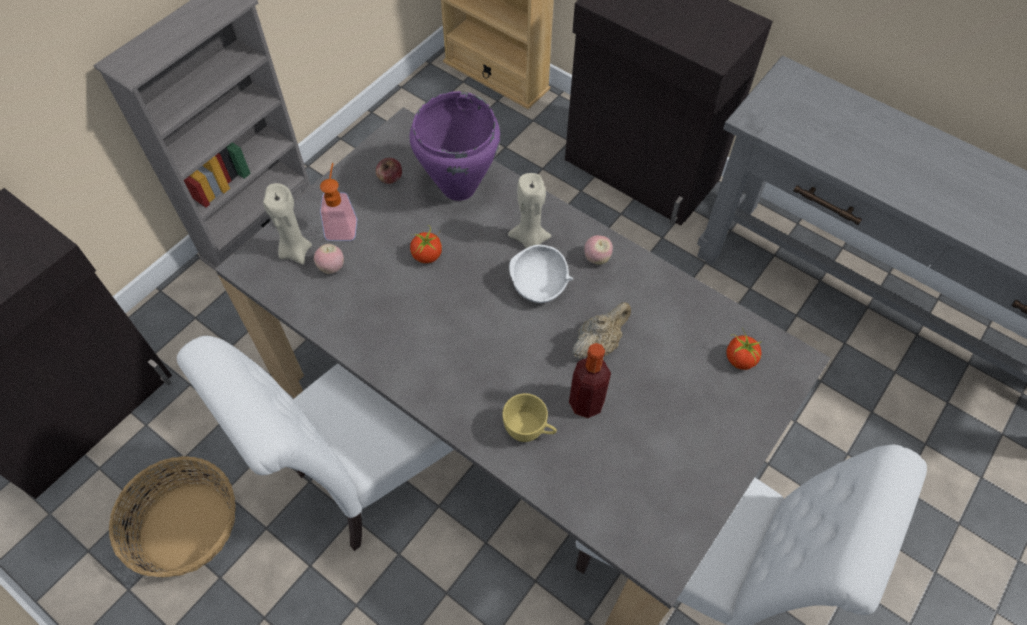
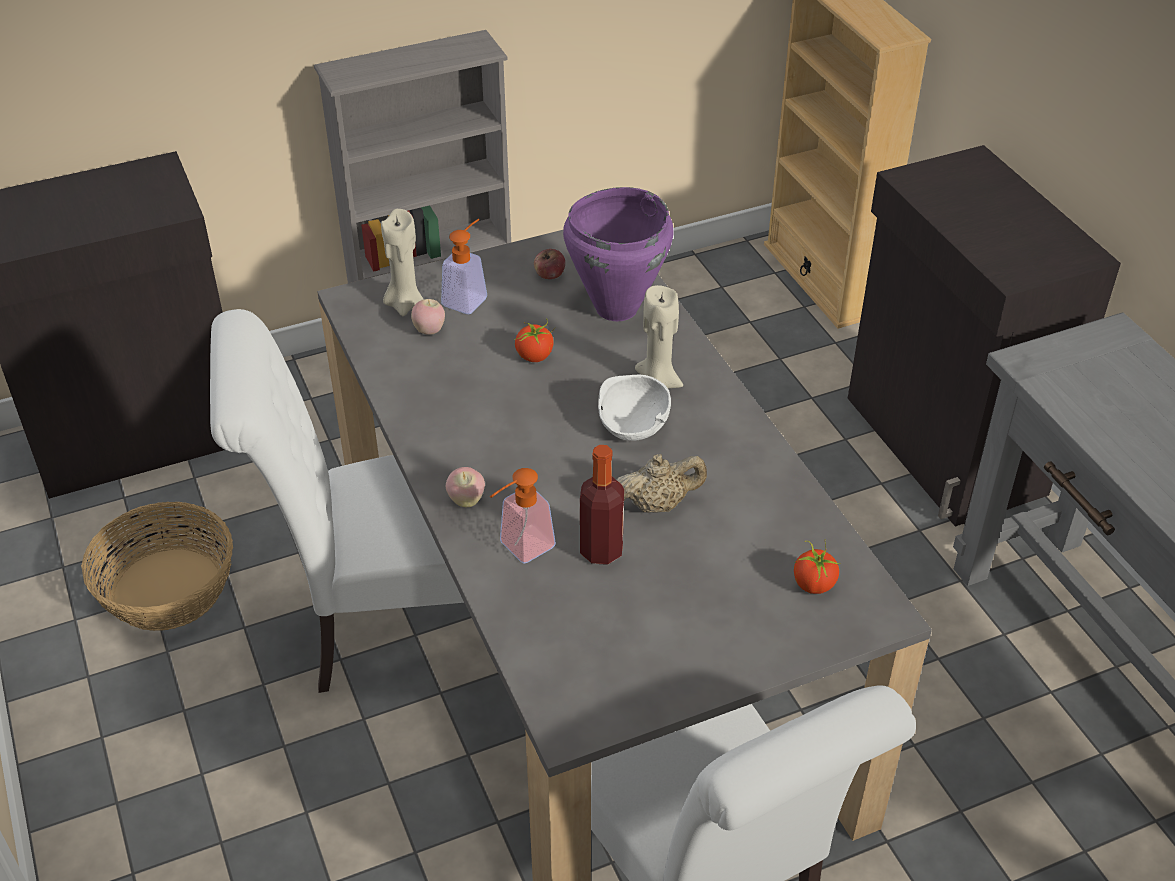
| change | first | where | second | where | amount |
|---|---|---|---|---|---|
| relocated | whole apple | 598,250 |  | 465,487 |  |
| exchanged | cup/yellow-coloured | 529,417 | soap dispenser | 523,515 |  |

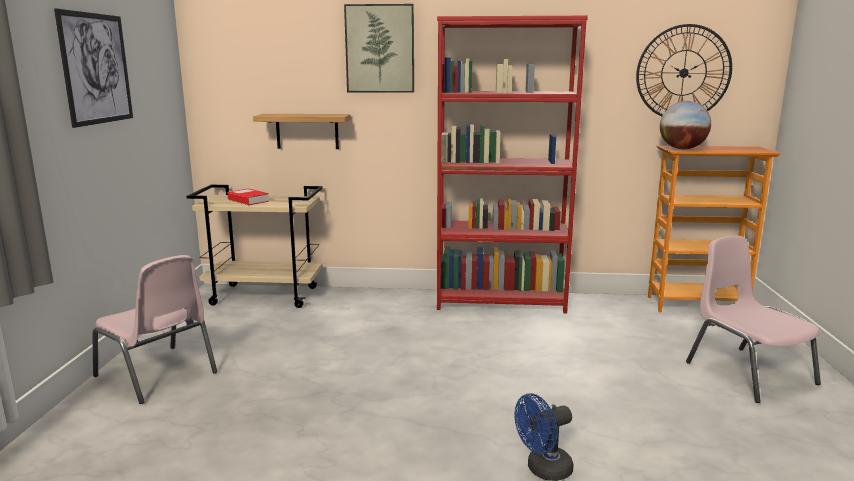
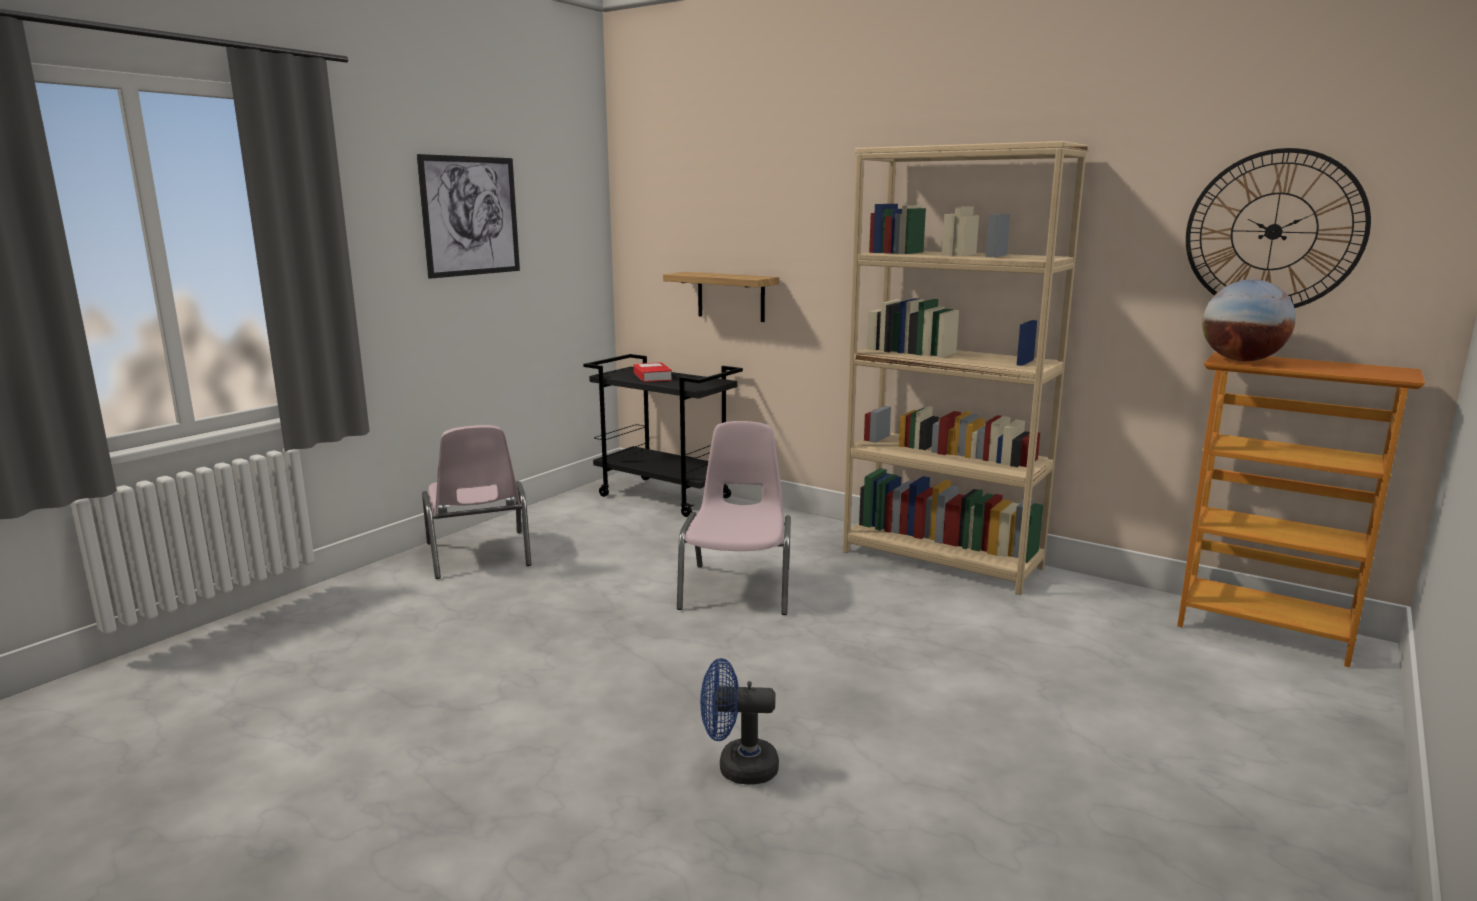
| change | first | where | second | where | amount |
|---|---|---|---|---|---|
| colour | wheeled cart/sand-coloured | 255,246 | wheeled cart/blackish | 663,435 |  |
| relocated | chair/pinkish | 753,319 |  | 734,518 |  |
| colour | bookshelf/reddish | 512,165 | bookshelf/sand-coloured | 965,368 |  |
| missing | wall art | 379,48 |  |  |  |

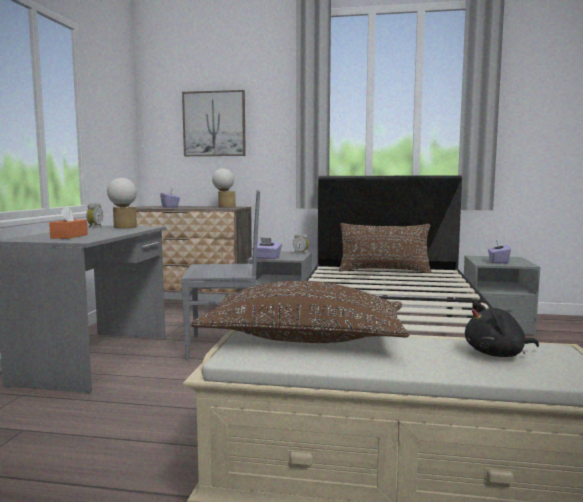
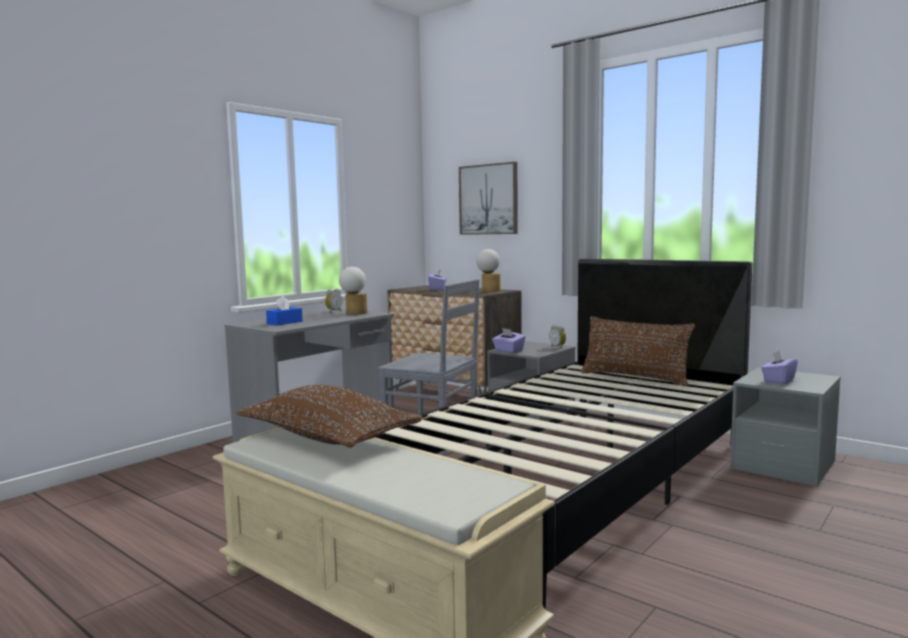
| change | first | where | second | where | amount |
|---|---|---|---|---|---|
| colour | tissue holder/orangey | 68,222 | tissue holder/blue-coloured | 284,311 |  |
| missing | soft toy/blackish | 502,329 |  |  |  |

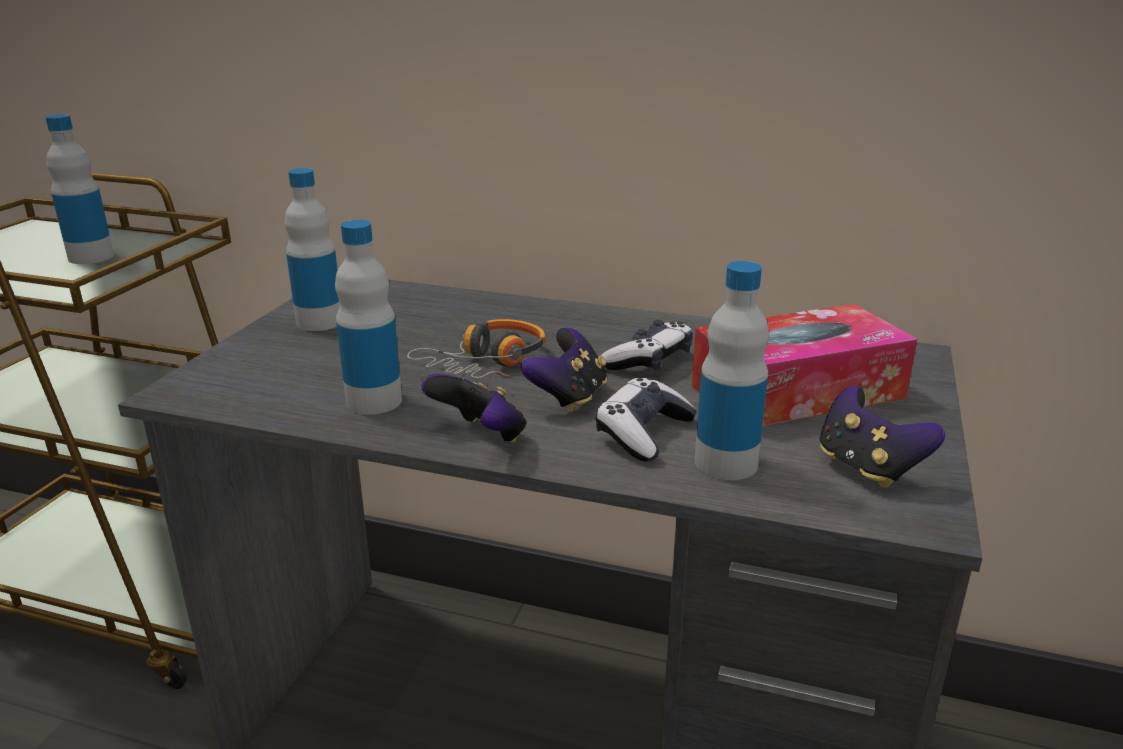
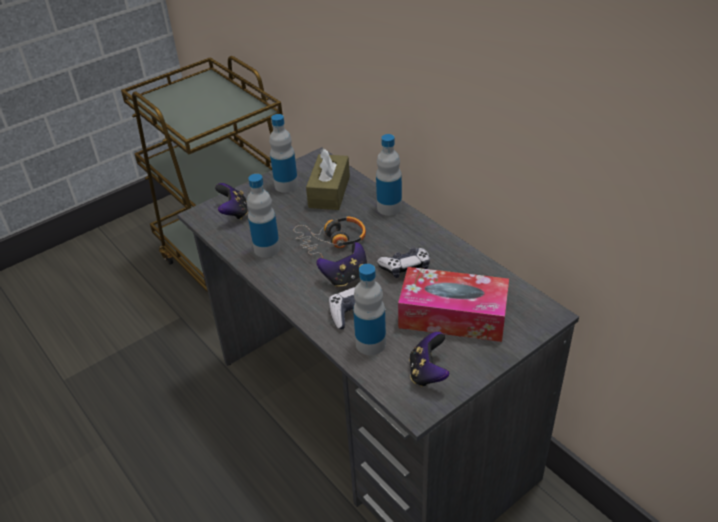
| change | first | where | second | where | amount |
|---|---|---|---|---|---|
| relocated | joypad | 474,408 |  | 231,201 |  |
| appeared |  |  | tissue holder/brownish | 328,179 |  |
| relocated | drink bottle | 79,189 |  | 389,175 |  |

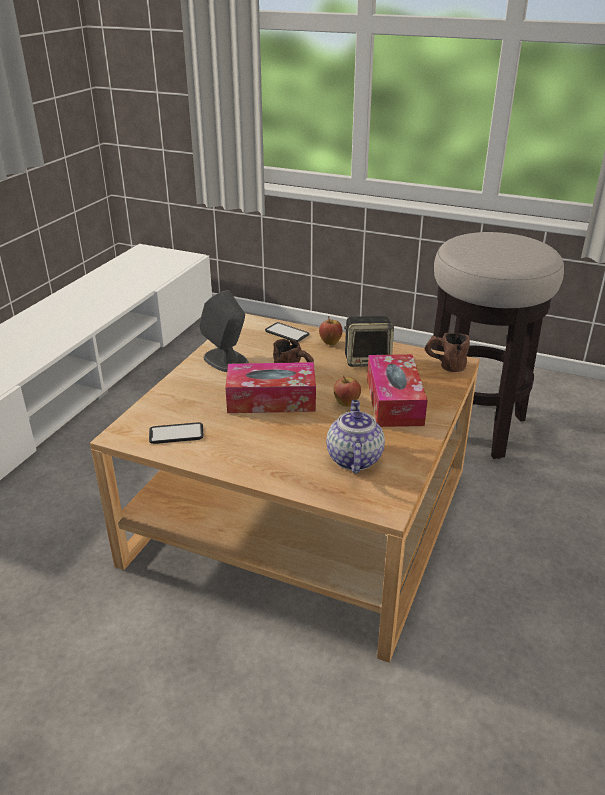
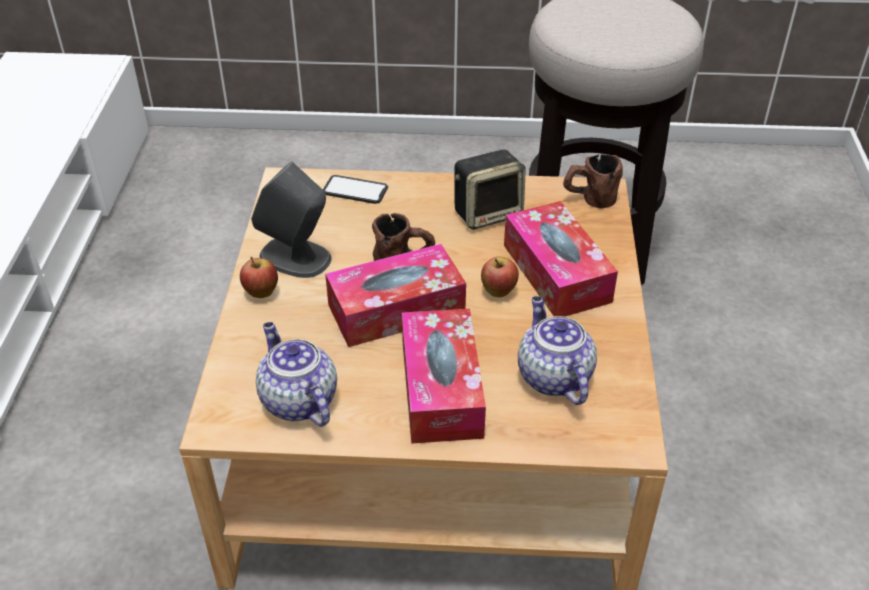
| change | first | where | second | where | amount |
|---|---|---|---|---|---|
| relocated | whole apple | 331,330 |  | 259,277 |  |
| exchanged | handset | 176,433 | pot for tea | 296,374 |  |
| appeared |  |  | tissue holder | 444,376 |  |

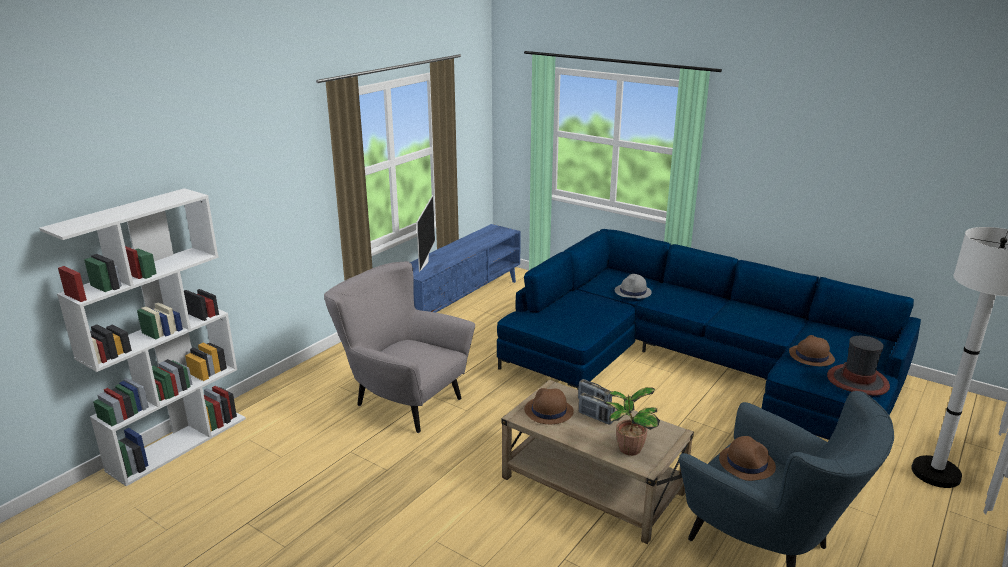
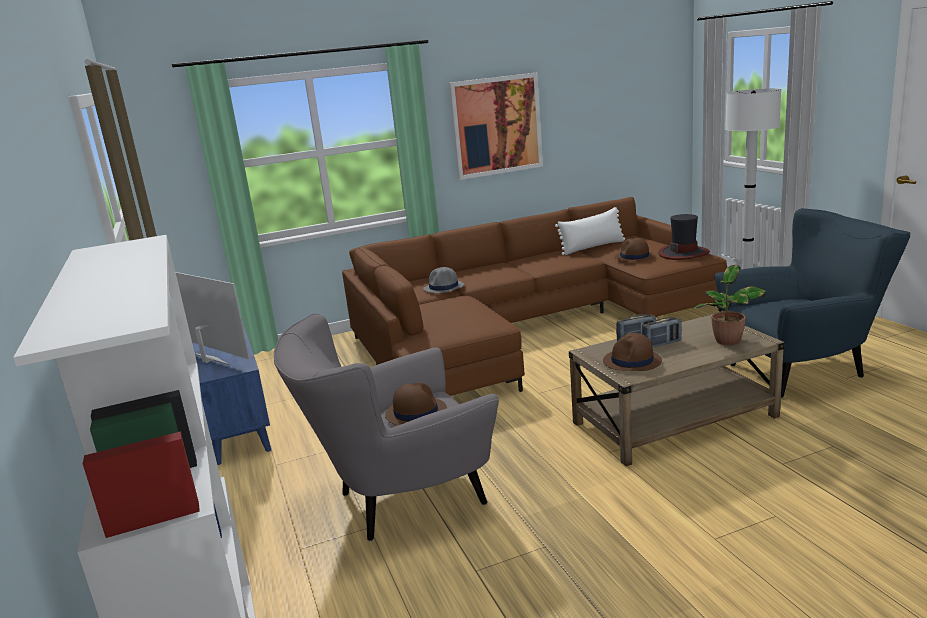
| change | first | where | second | where | amount |
|---|---|---|---|---|---|
| colour | settee/blue-coloured | 709,334 | settee/brownish | 534,296 |  |
| relocated | hat/brownish | 747,458 |  | 416,404 |  |
| appeared |  |  | wall art | 496,126 |  |
| appeared |  |  | throw pillow/white | 590,231 |  |

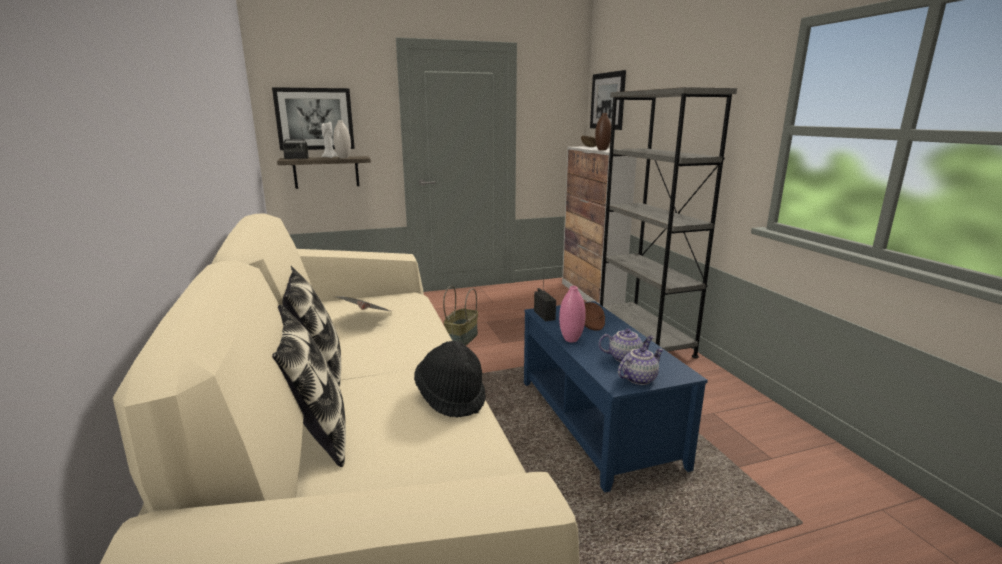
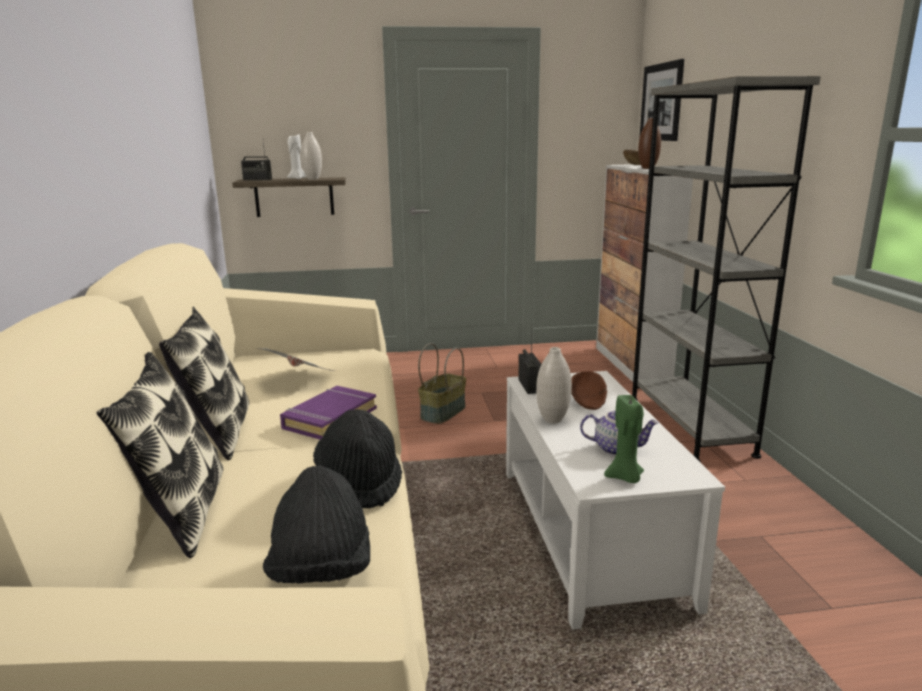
| change | first | where | second | where | amount |
|---|---|---|---|---|---|
| appeared |  |  | hat/blackish | 316,524 |  |
| appeared |  |  | book/purple-coloured | 328,413 |  |
| colour | coffee table/blue-coloured | 616,397 | coffee table/white | 615,500 |  |
| colour | vase/pinkish | 572,314 | vase/white | 554,385 |  |
| exchanged | pot for tea | 640,366 | candle/greenish | 624,439 |  |
| missing | wall art | 313,118 |  |  |  |

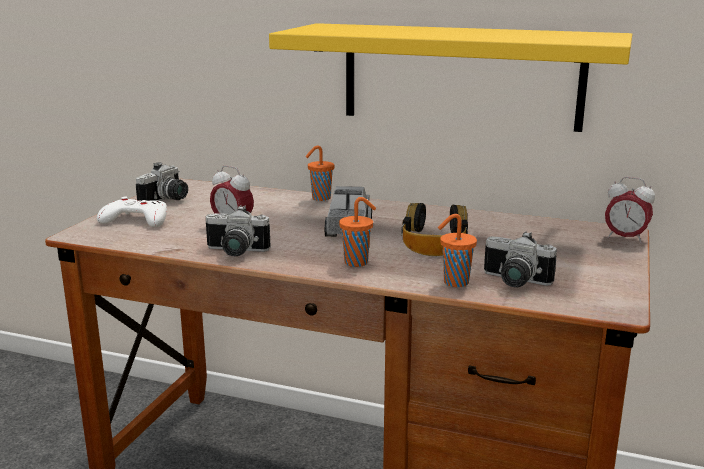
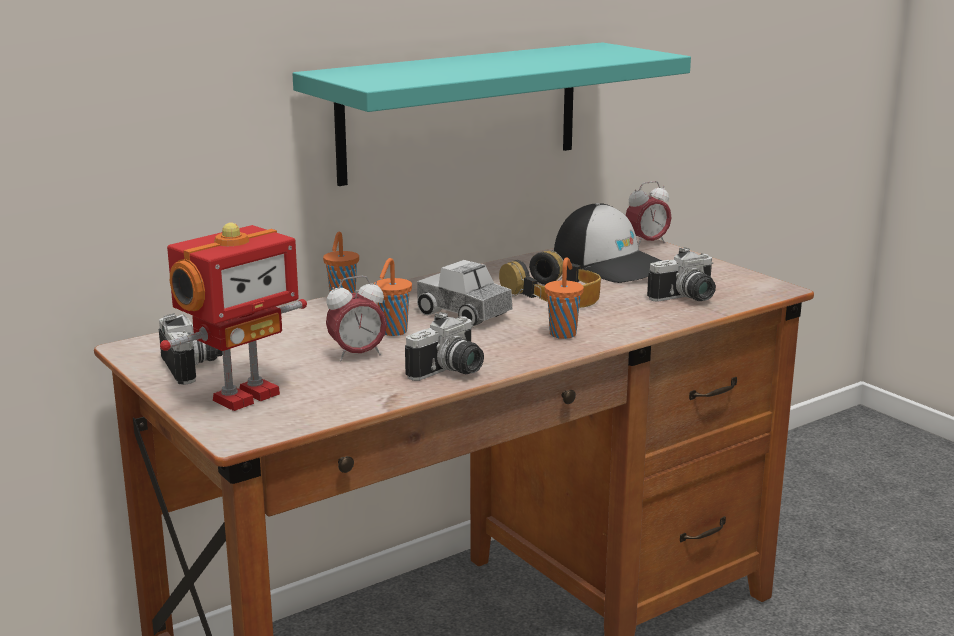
| change | first | where | second | where | amount |
|---|---|---|---|---|---|
| exchanged | joypad/white | 132,212 | robot figure | 233,316 |  |
| colour | bracket shelf/yellow-coloured | 450,77 | bracket shelf/turquoise-coloured | 491,114 |  |
| relocated | cup/orangey | 457,250 |  | 393,297 |  |
| appeared |  |  | cap | 608,243 |  |

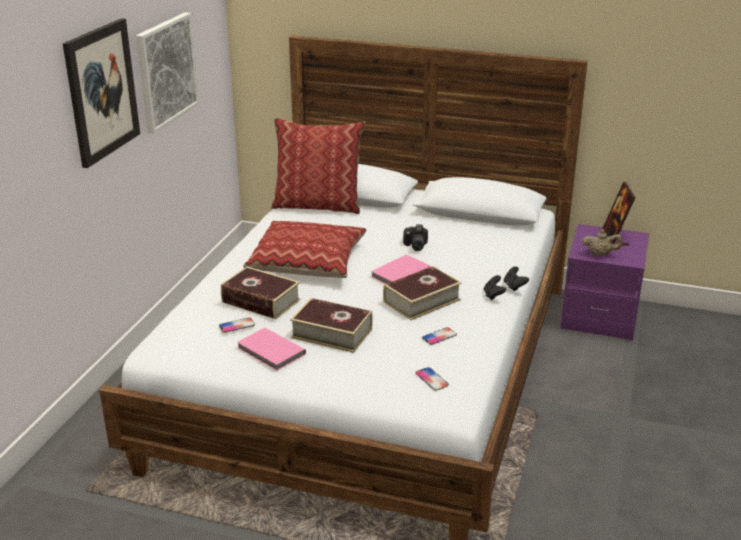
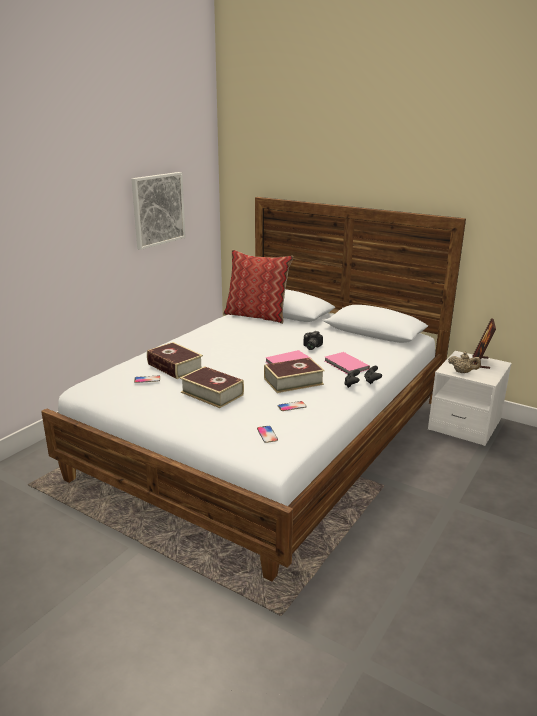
| change | first | where | second | where | amount |
|---|---|---|---|---|---|
| relocated | book/pinkish | 271,349 |  | 347,363 |  |
| colour | bedside table/purple-coloured | 604,282 | bedside table/white | 470,398 |  |
| missing | wall art | 101,93 |  |  |  |
| missing | throw pillow | 305,249 |  |  |  |

